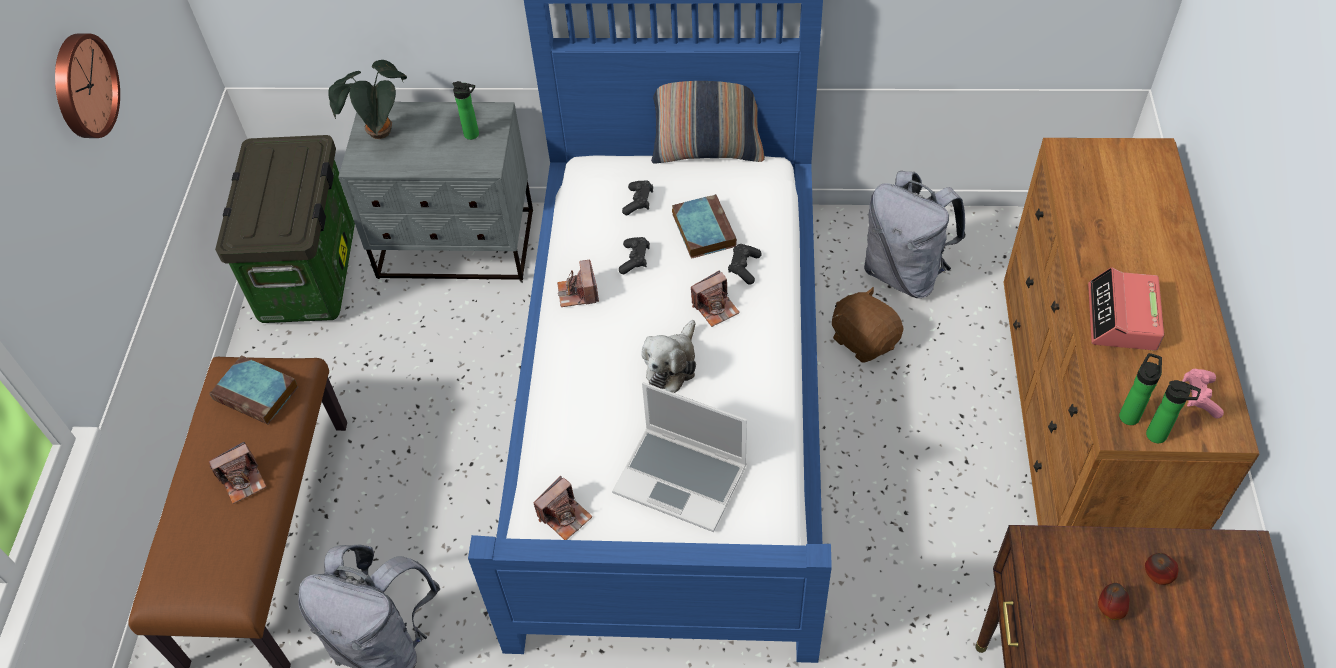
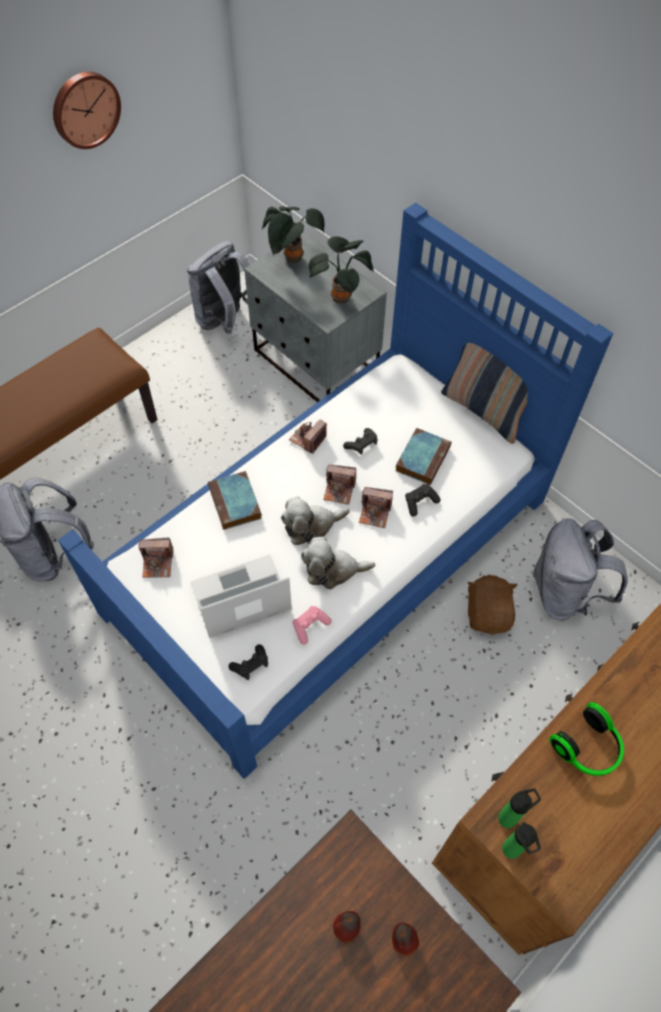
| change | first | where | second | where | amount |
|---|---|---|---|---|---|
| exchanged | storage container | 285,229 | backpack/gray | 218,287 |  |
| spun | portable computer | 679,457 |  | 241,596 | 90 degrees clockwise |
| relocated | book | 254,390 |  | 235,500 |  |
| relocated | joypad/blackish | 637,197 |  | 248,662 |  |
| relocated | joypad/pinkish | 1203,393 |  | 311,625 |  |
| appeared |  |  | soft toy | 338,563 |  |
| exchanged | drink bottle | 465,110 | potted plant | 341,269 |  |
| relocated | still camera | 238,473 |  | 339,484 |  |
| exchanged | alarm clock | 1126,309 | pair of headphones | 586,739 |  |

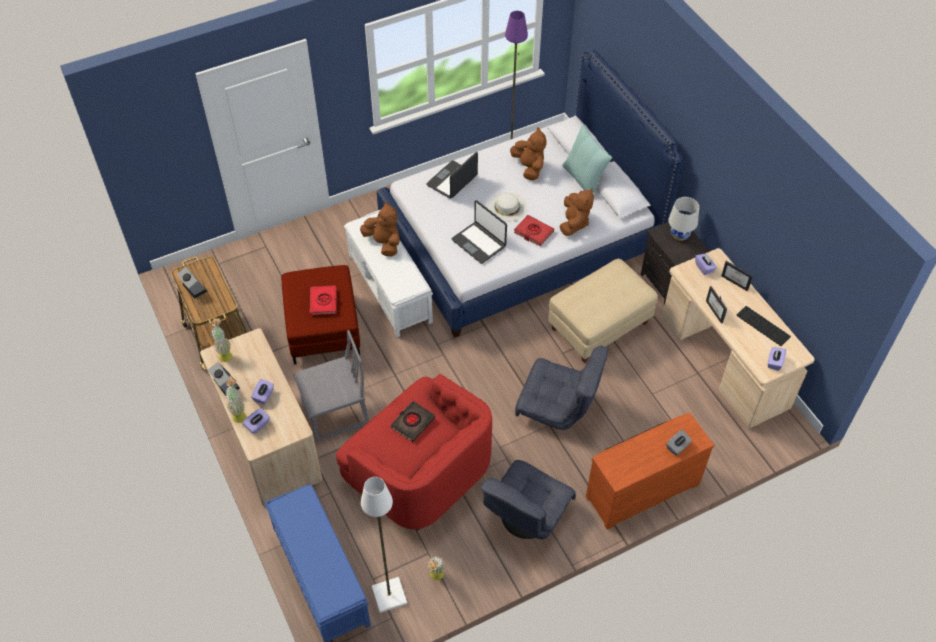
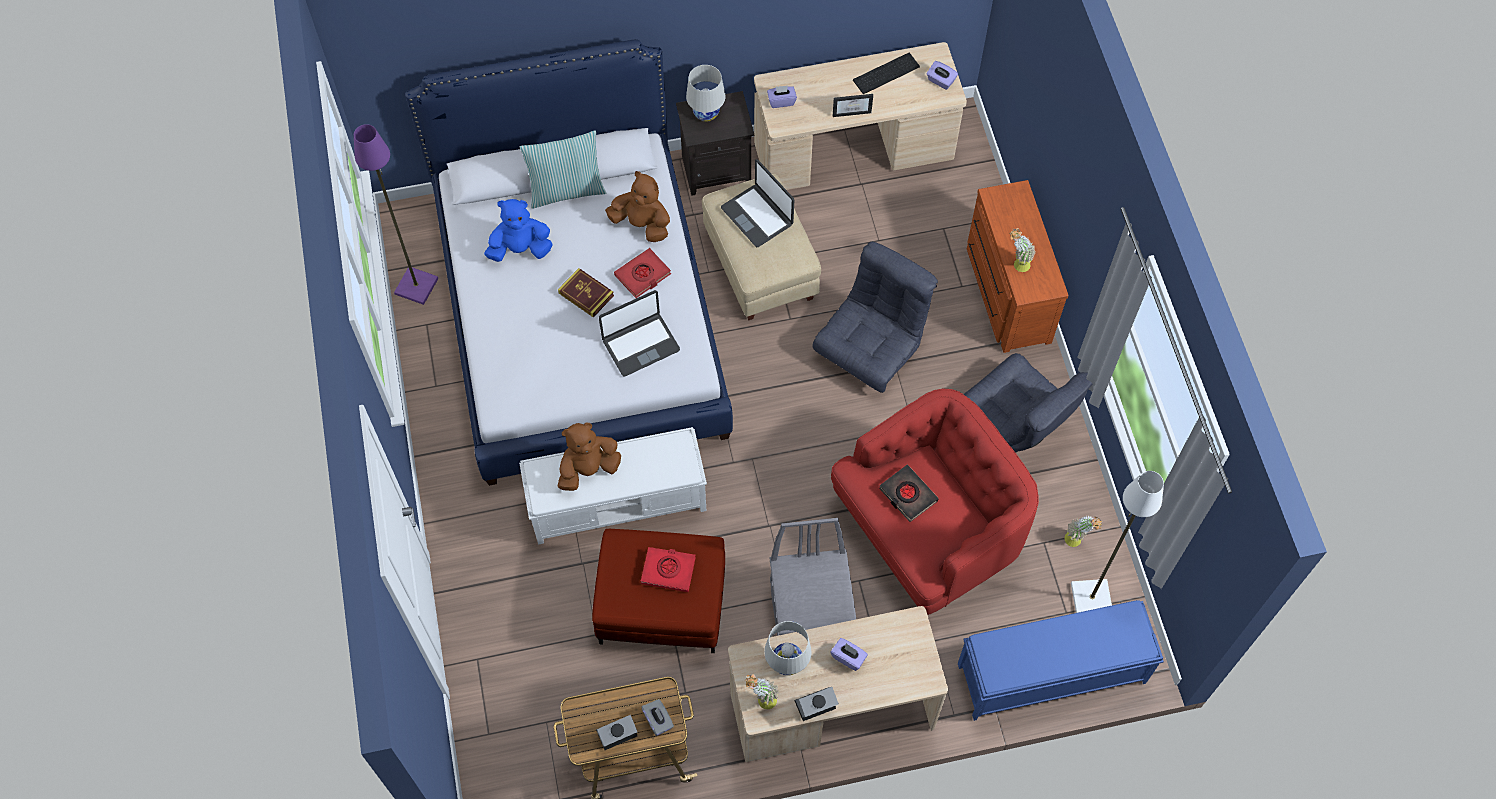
| change | first | where | second | where | amount |
|---|---|---|---|---|---|
| colour | soft toy/brownish | 528,154 | soft toy/blue-coloured | 518,230 |  |
| exchanged | hat/white | 507,207 | book | 586,293 |  |
| relocated | tissue holder/gray | 679,443 |  | 657,717 |  |
| relocated | portable computer | 452,175 |  | 757,203 |  |
| appeared |  |  | tabletop lamp/white | 788,648 |  |
| relocated | potted plant | 235,400 |  | 1022,250 |  |
| missing | tissue holder/purple-coloured | 256,421 |  |  |  |
| missing | photo frame | 737,276 |  |  |  |

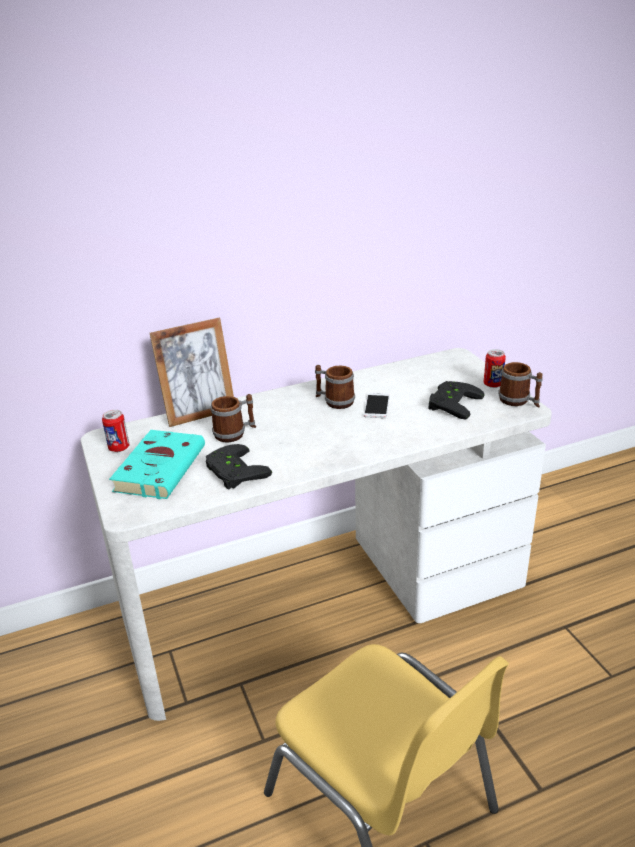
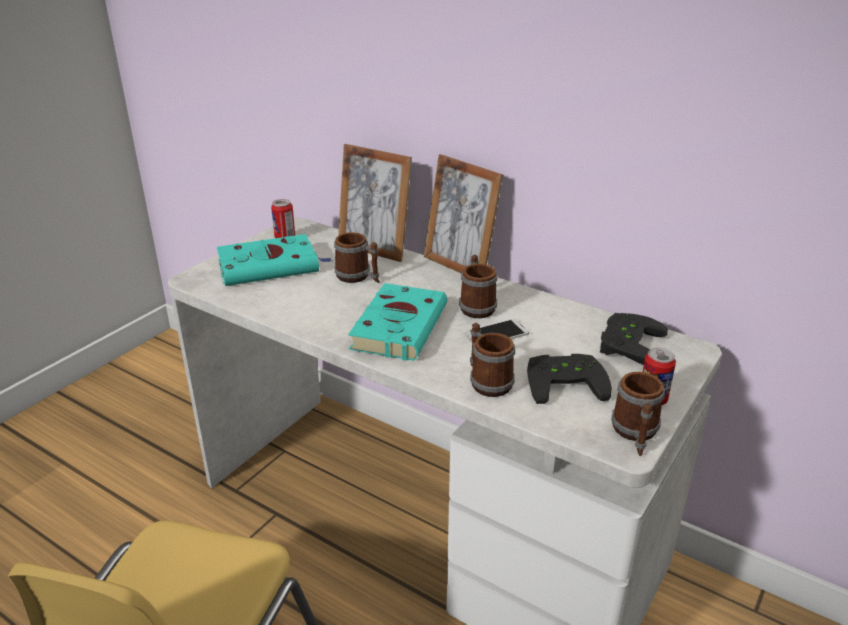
| change | first | where | second | where | amount |
|---|---|---|---|---|---|
| appeared |  |  | book/turquoise-coloured | 397,322 |  |
| appeared |  |  | photo frame | 463,214 |  |
| appeared |  |  | mug | 492,360 |  |
| relocated | joypad/blackish | 239,466 |  | 634,339 |  |

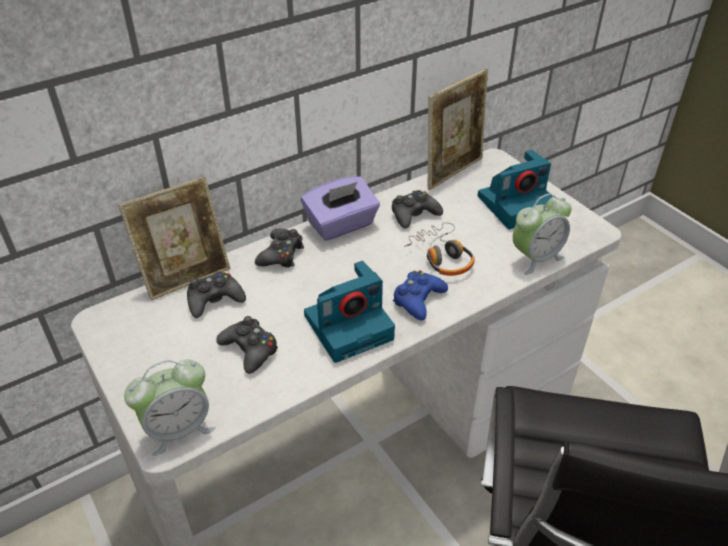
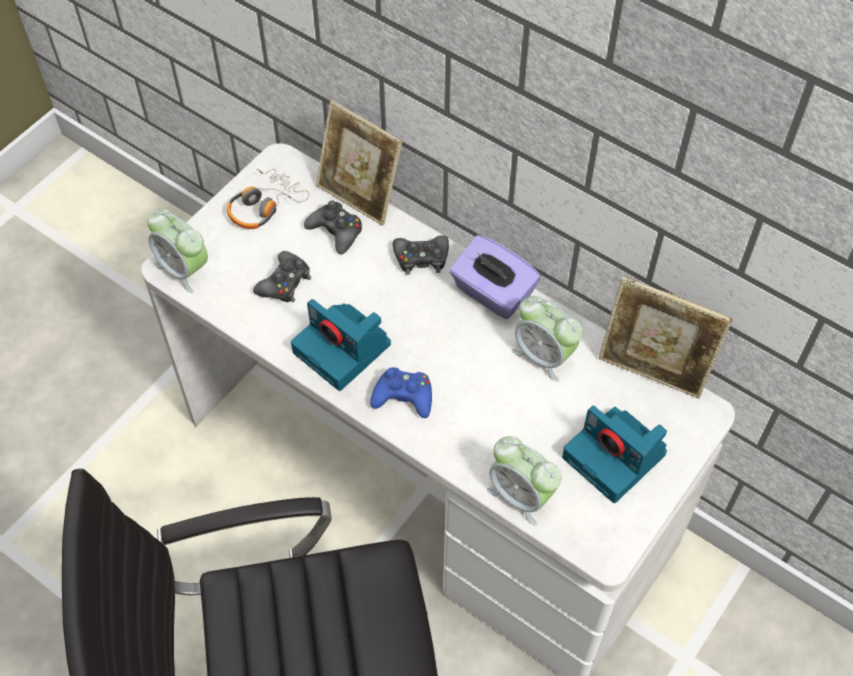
| change | first | where | second | where | amount |
|---|---|---|---|---|---|
| relocated | pair of headphones | 439,249 |  | 268,199 |  |
| exchanged | joypad/blackish | 417,209 | alarm clock | 547,339 |  |

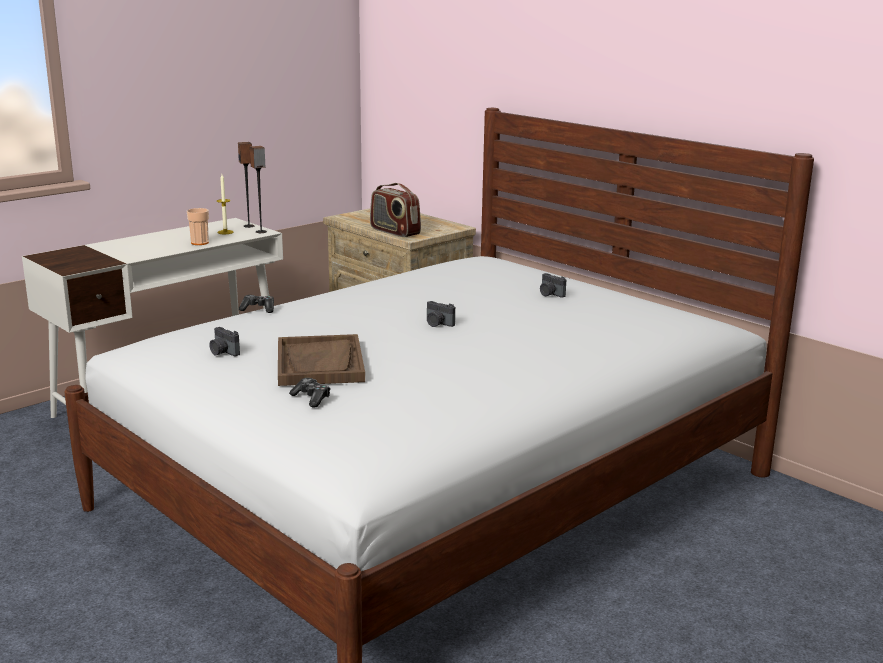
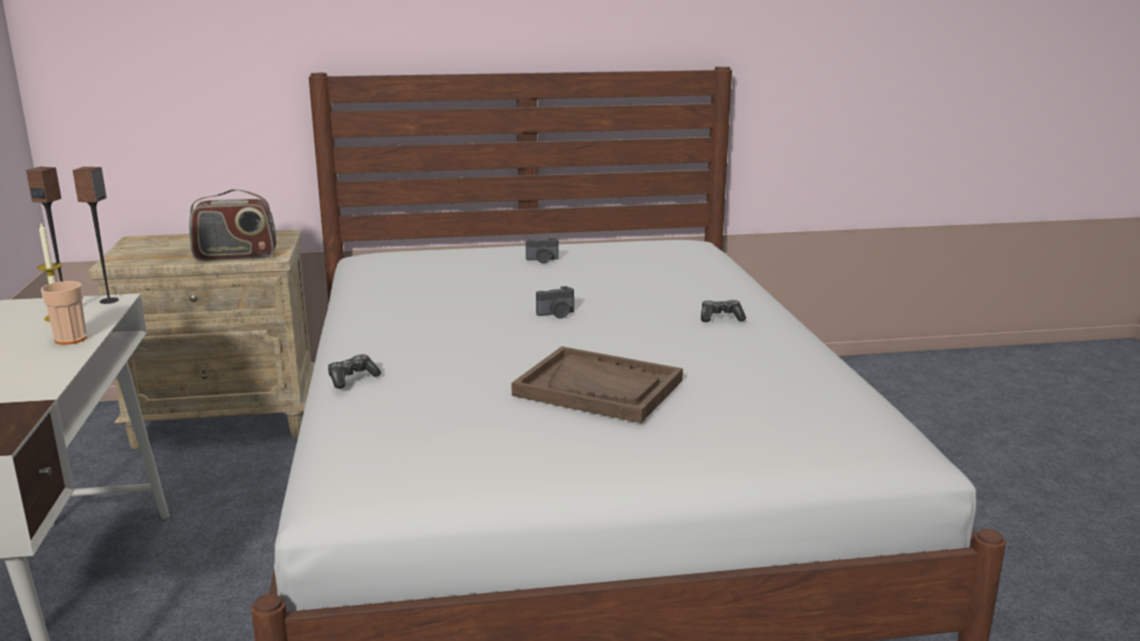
| change | first | where | second | where | amount |
|---|---|---|---|---|---|
| relocated | joypad | 309,392 |  | 723,311 |  |
| missing | still camera | 224,341 |  |  |  |

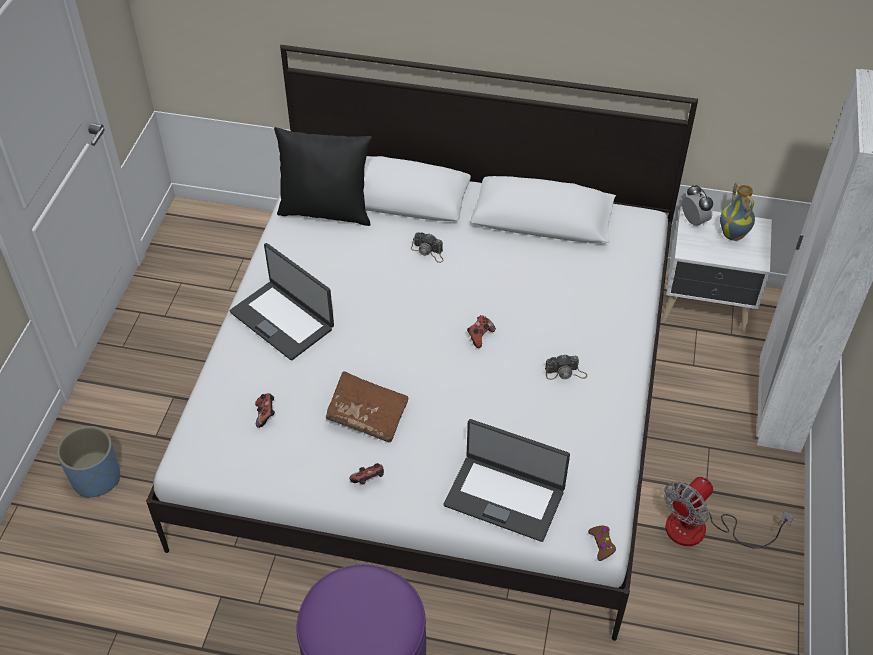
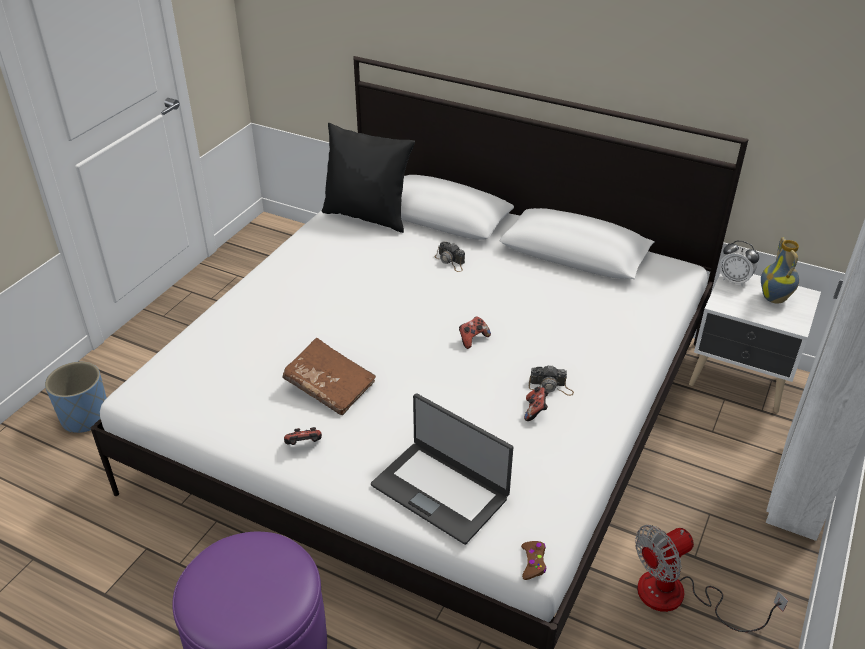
| change | first | where | second | where | amount |
|---|---|---|---|---|---|
| relocated | joypad | 265,410 |  | 536,404 |  |
| spun | alarm clock | 697,205 |  | 739,263 | 135 degrees clockwise |
| missing | portable computer | 282,302 |  |  |  |

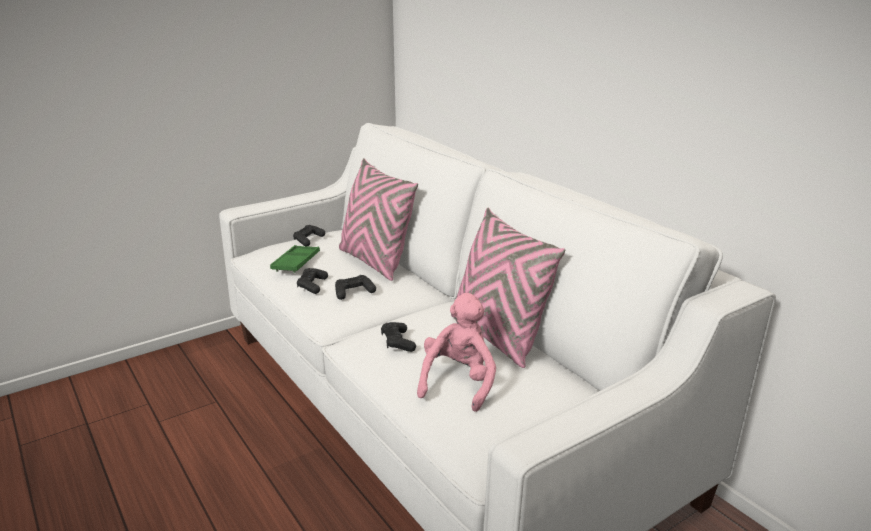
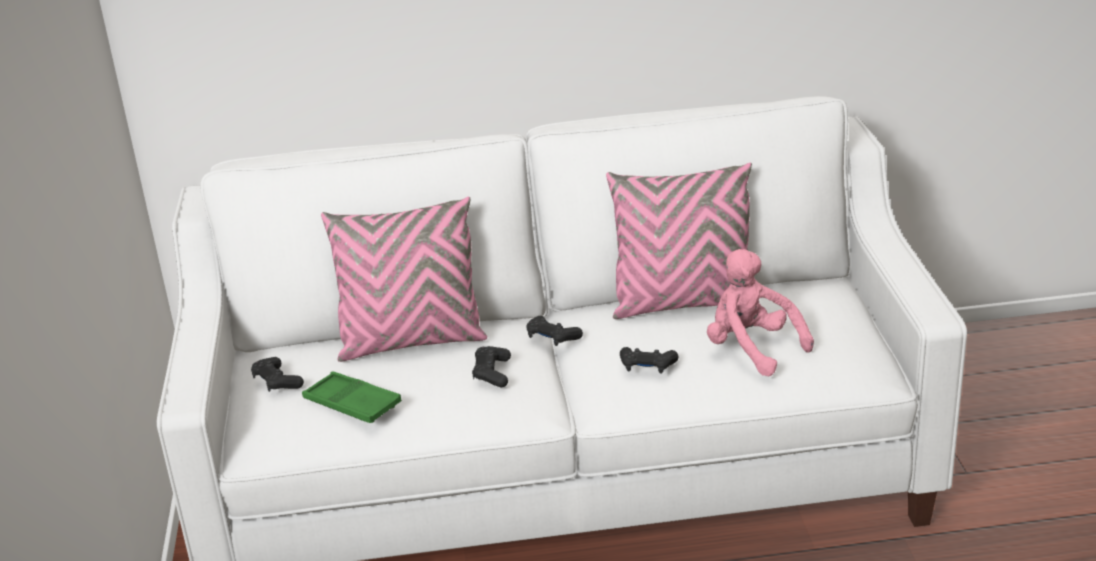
| change | first | where | second | where | amount |
|---|---|---|---|---|---|
| relocated | joypad/blackish | 312,281 |  | 554,331 |  |

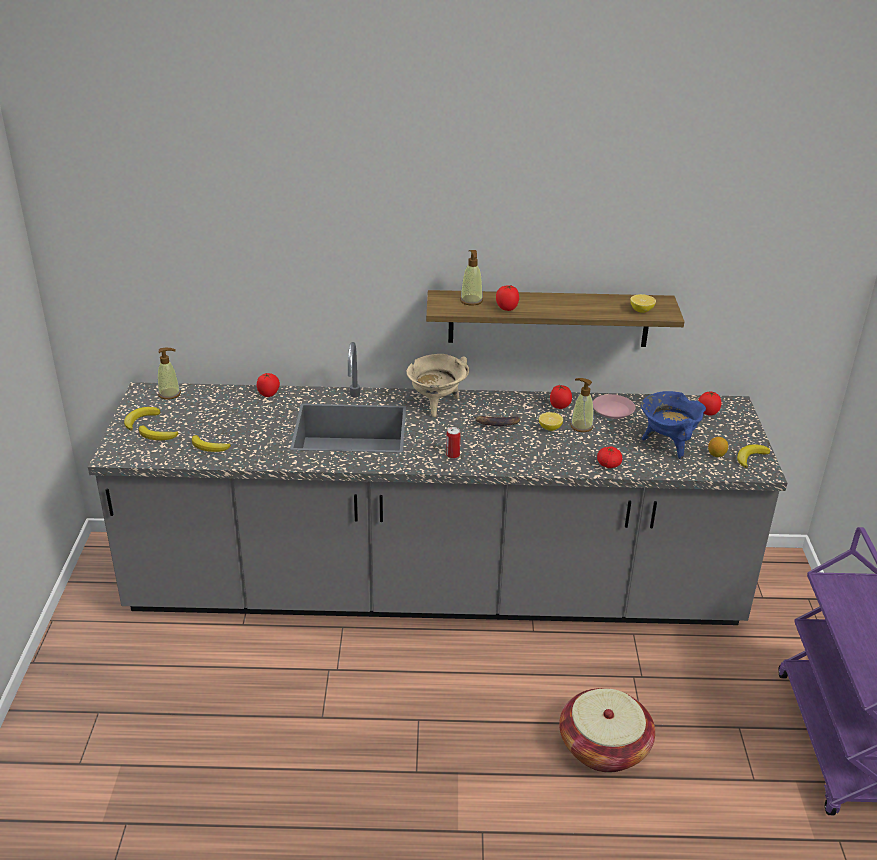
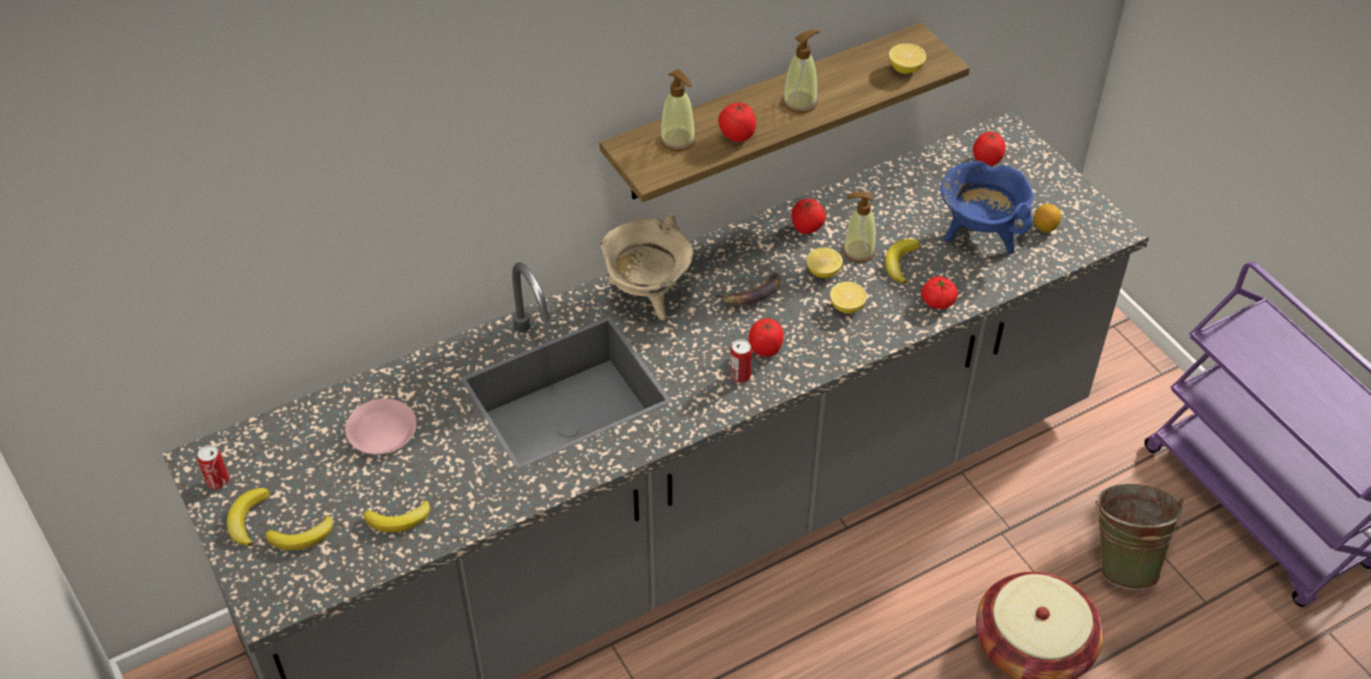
| change | first | where | second | where | amount |
|---|---|---|---|---|---|
| appeared |  |  | sealed can | 213,467 |  |
| relocated | dinner plate/pinkish | 614,406 |  | 381,426 |  |
| relocated | tomato | 268,385 |  | 766,338 |  |
| relocated | soap dispenser | 169,374 |  | 801,71 |  |
| appeared |  |  | lemon | 848,297 |  |
| relocated | whole banana | 753,456 |  | 902,261 |  |
| appeared |  |  | water bucket/greenish | 1141,537 |  |

